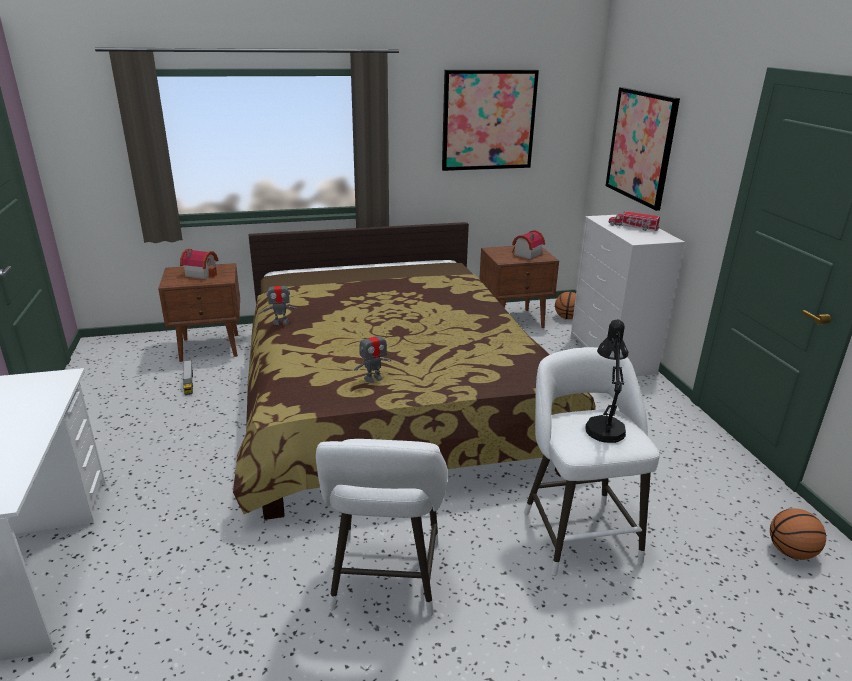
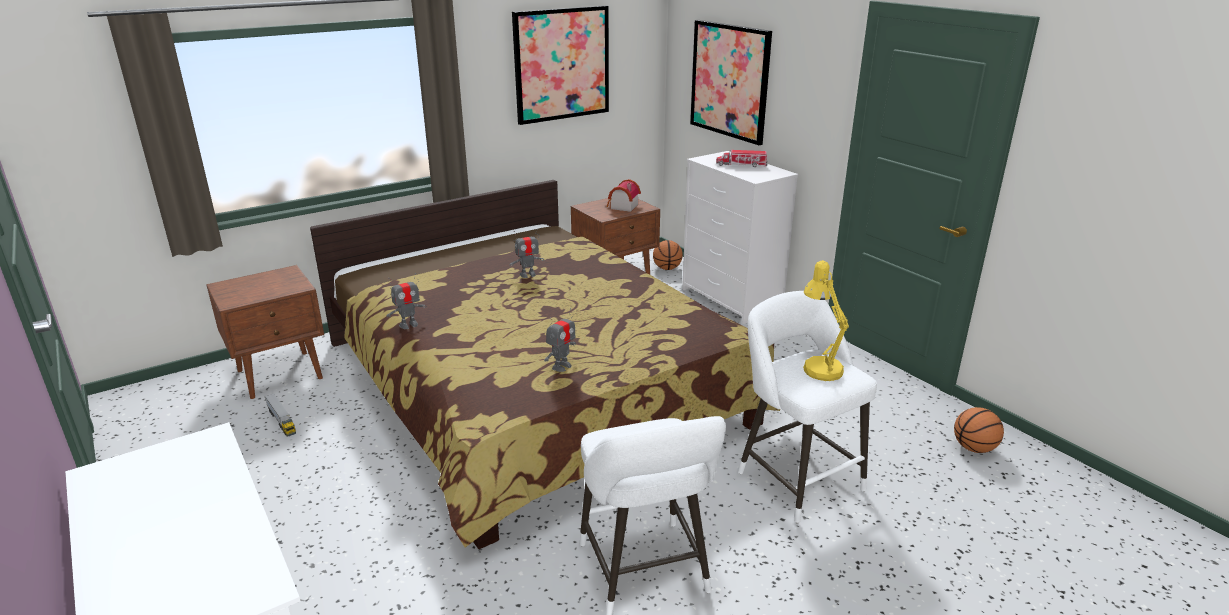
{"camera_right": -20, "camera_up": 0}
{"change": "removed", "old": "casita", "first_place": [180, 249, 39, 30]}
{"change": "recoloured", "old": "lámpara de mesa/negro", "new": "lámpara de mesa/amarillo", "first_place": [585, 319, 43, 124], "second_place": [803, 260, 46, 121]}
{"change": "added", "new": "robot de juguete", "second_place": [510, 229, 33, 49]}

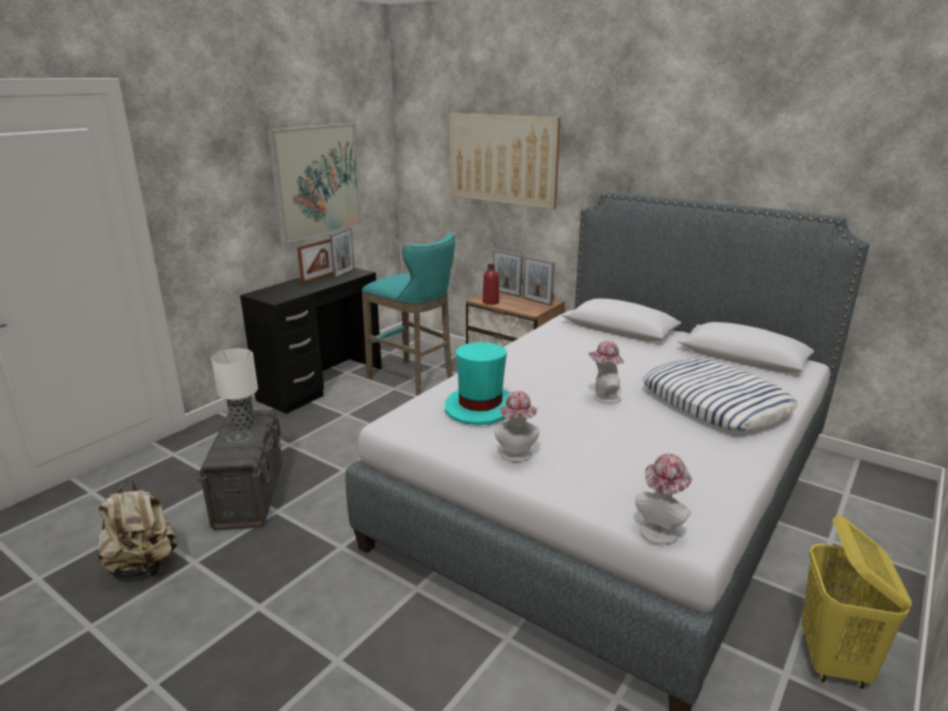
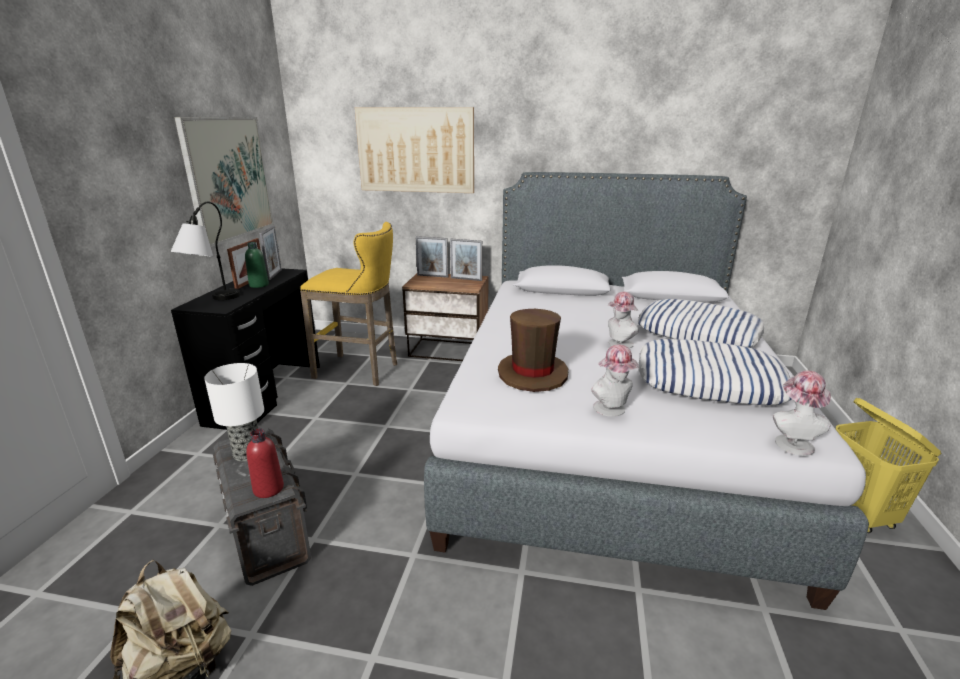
{"camera_right": -25, "camera_up": 0}
{"change": "recoloured", "old": "taburete/turquesa", "new": "taburete/amarillo", "first_place": [362, 233, 93, 163], "second_place": [300, 222, 97, 164]}
{"change": "moved", "old": "botella/rojo", "first_place": [483, 264, 16, 41], "second_place": [246, 429, 38, 69]}
{"change": "recoloured", "old": "sombrero/turquesa", "new": "sombrero/marrón", "first_place": [445, 342, 65, 83], "second_place": [498, 309, 70, 83]}
{"change": "added", "new": "lámpara de mesa", "second_place": [170, 201, 70, 99]}
{"change": "added", "new": "botella/verde", "second_place": [245, 242, 24, 46]}
{"change": "added", "new": "cojín", "second_place": [639, 339, 152, 66]}

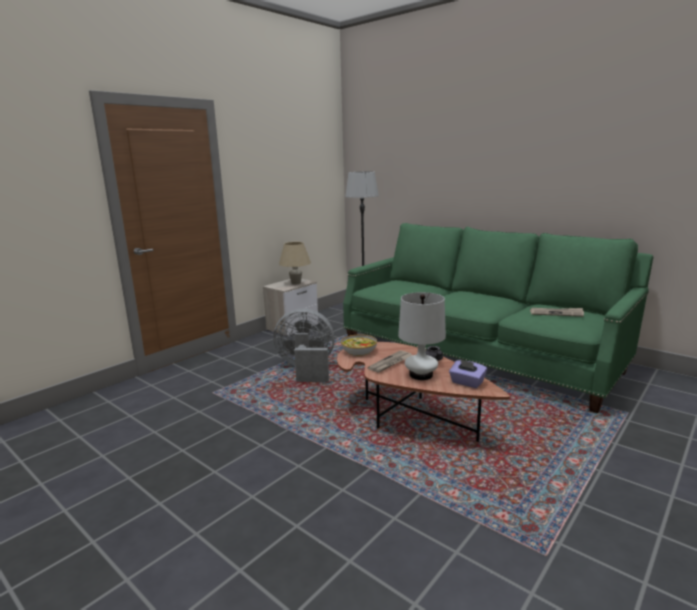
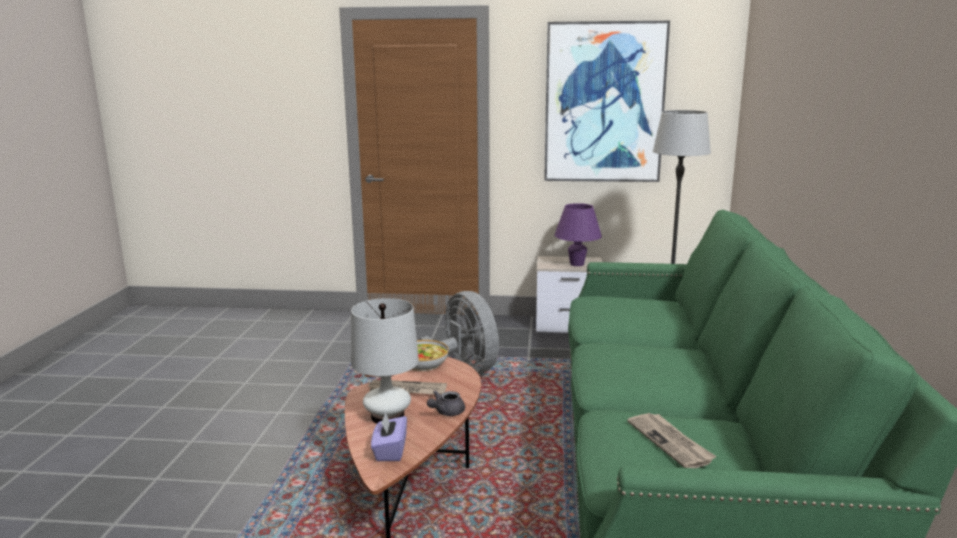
{"camera_right": 55, "camera_up": 0}
{"change": "recoloured", "old": "lámpara de mesa/beis", "new": "lámpara de mesa/morado", "first_place": [279, 242, 32, 42], "second_place": [555, 203, 47, 63]}
{"change": "added", "new": "cuadro", "second_place": [544, 21, 126, 161]}

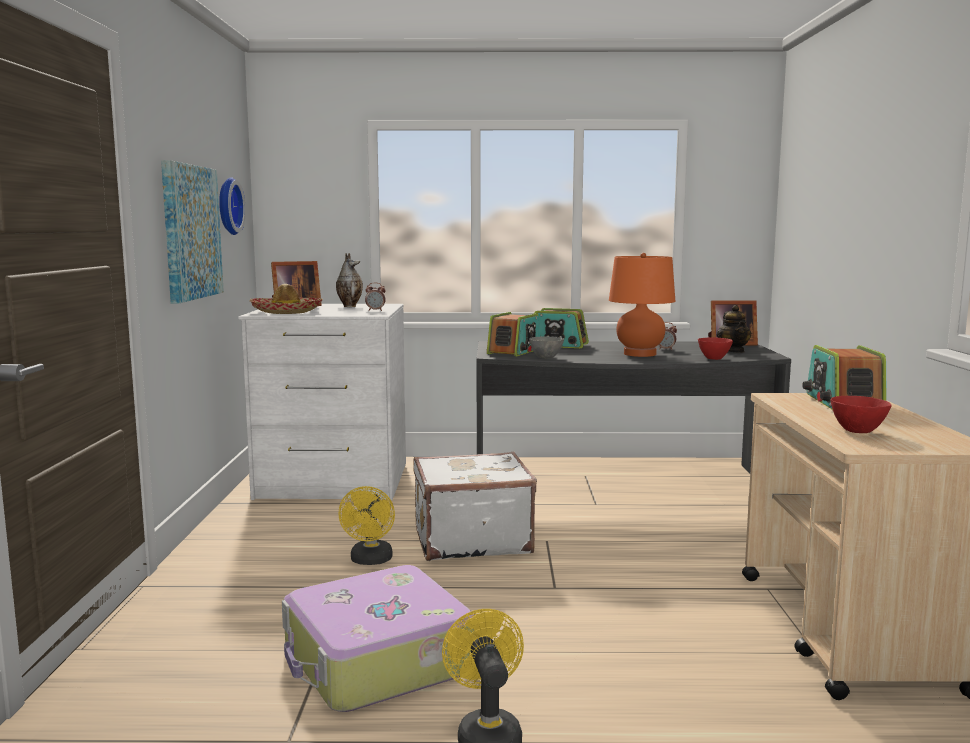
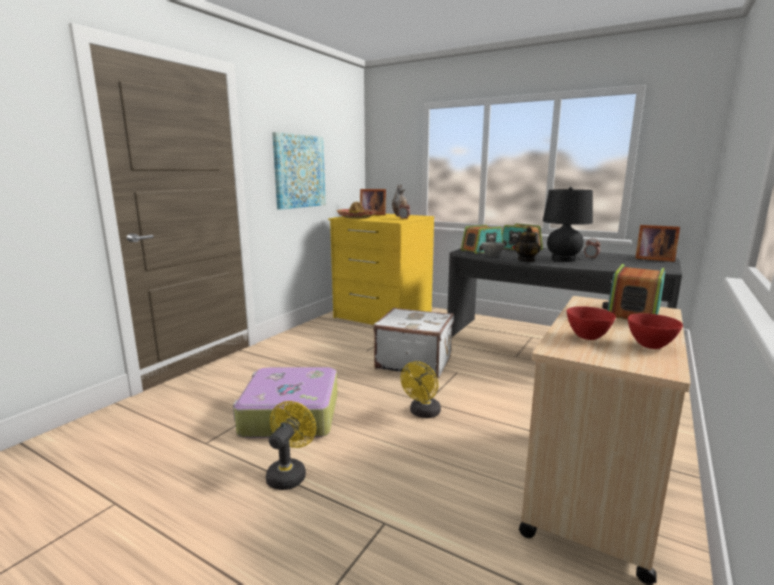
{"camera_right": 30, "camera_up": 5}
{"change": "removed", "old": "reloj de pared", "first_place": [219, 177, 27, 58]}
{"change": "recoloured", "old": "lámpara de mesa/naranja", "new": "lámpara de mesa/negro", "first_place": [609, 253, 66, 104], "second_place": [543, 187, 50, 75]}
{"change": "recoloured", "old": "cómoda/blanco", "new": "cómoda/amarillo", "first_place": [238, 304, 168, 197], "second_place": [328, 214, 106, 111]}
{"change": "moved", "old": "tetera", "first_place": [717, 305, 35, 48], "second_place": [514, 227, 27, 35]}
{"change": "moved", "old": "cuenco/rojo", "first_place": [698, 337, 35, 23], "second_place": [628, 313, 55, 36]}
{"change": "moved", "old": "ventilador/amarillo", "first_place": [338, 486, 57, 79], "second_place": [401, 361, 40, 57]}

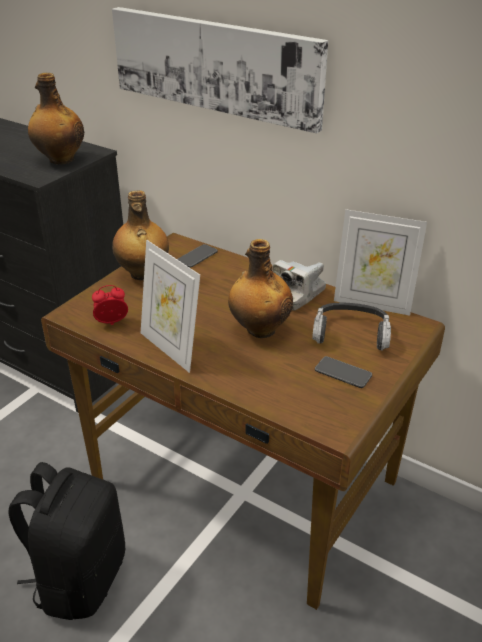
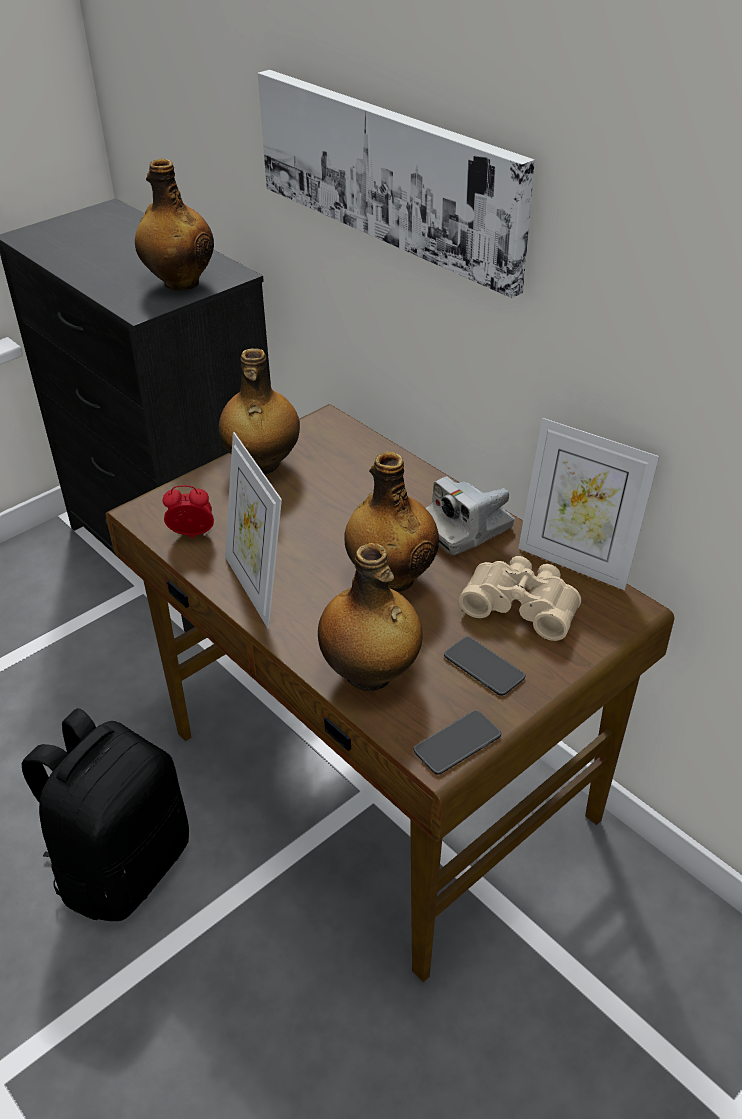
{"camera_right": 15, "camera_up": 5}
{"change": "moved", "old": "móvil", "first_place": [177, 244, 41, 24], "second_place": [414, 710, 87, 65]}
{"change": "replaced", "old": "auriculares", "new": "prismáticos/beis", "first_place": [312, 303, 79, 47], "second_place": [459, 556, 122, 85]}
{"change": "added", "new": "botella", "second_place": [318, 543, 104, 148]}

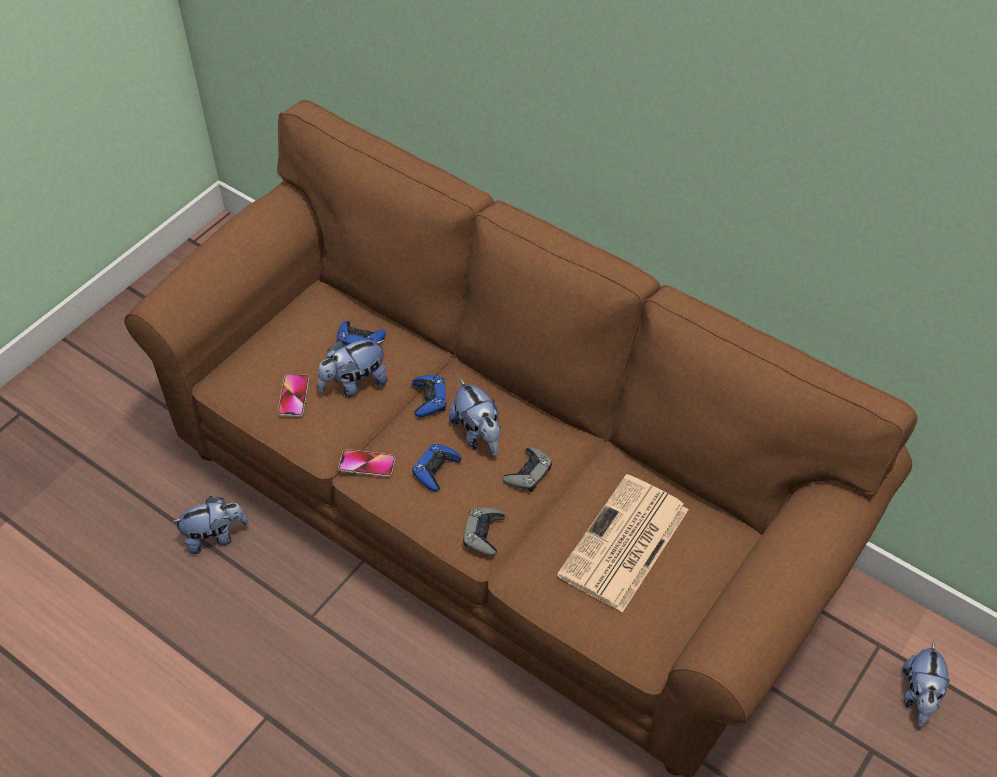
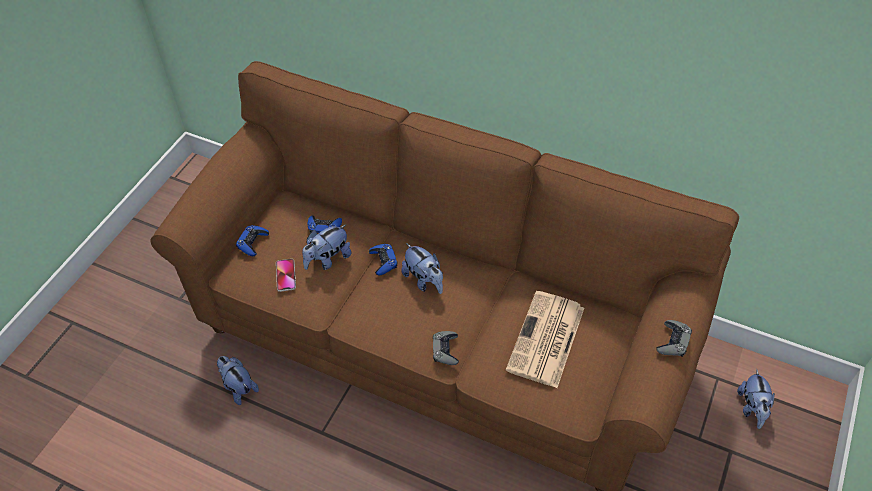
{"camera_right": -10, "camera_up": 0}
{"change": "moved", "old": "mando de consola/azul", "first_place": [412, 444, 50, 47], "second_place": [236, 225, 33, 31]}
{"change": "moved", "old": "mando de consola/gris", "first_place": [503, 447, 49, 45], "second_place": [656, 320, 36, 37]}
{"change": "removed", "old": "móvil", "first_place": [338, 449, 57, 28]}
{"change": "turned", "old": "peluche", "first_place": [172, 496, 77, 58], "second_place": [217, 356, 42, 49], "degrees": -105}

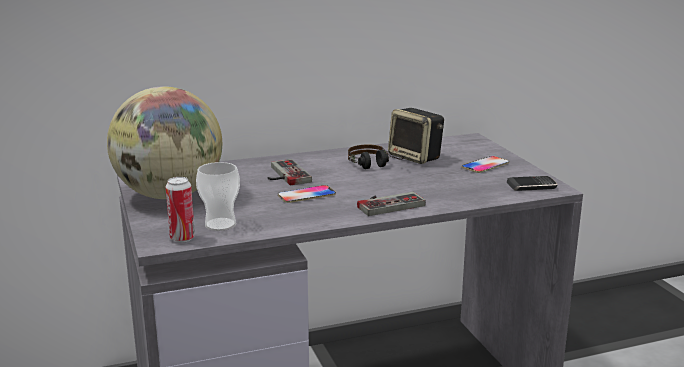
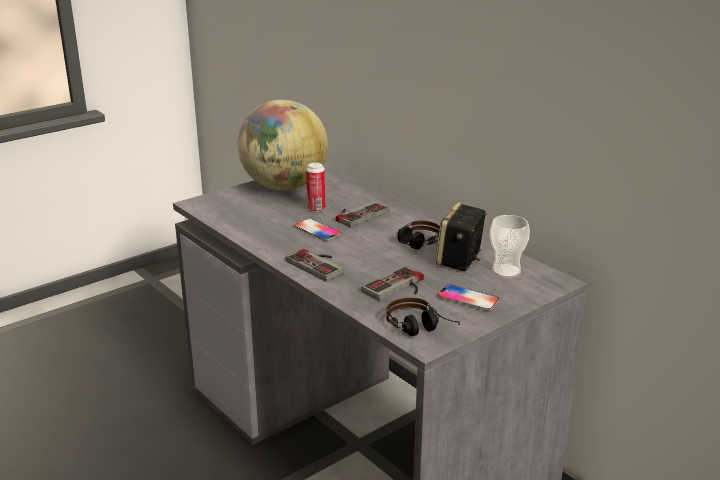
{"camera_right": 70, "camera_up": 5}
{"change": "moved", "old": "taza", "first_place": [196, 162, 44, 69], "second_place": [490, 215, 40, 63]}
{"change": "replaced", "old": "móvil", "new": "auriculares", "first_place": [507, 176, 50, 15], "second_place": [386, 297, 74, 39]}
{"change": "moved", "old": "lata", "first_place": [166, 177, 29, 65], "second_place": [306, 162, 20, 50]}
{"change": "added", "new": "mando de consola", "second_place": [361, 266, 63, 35]}

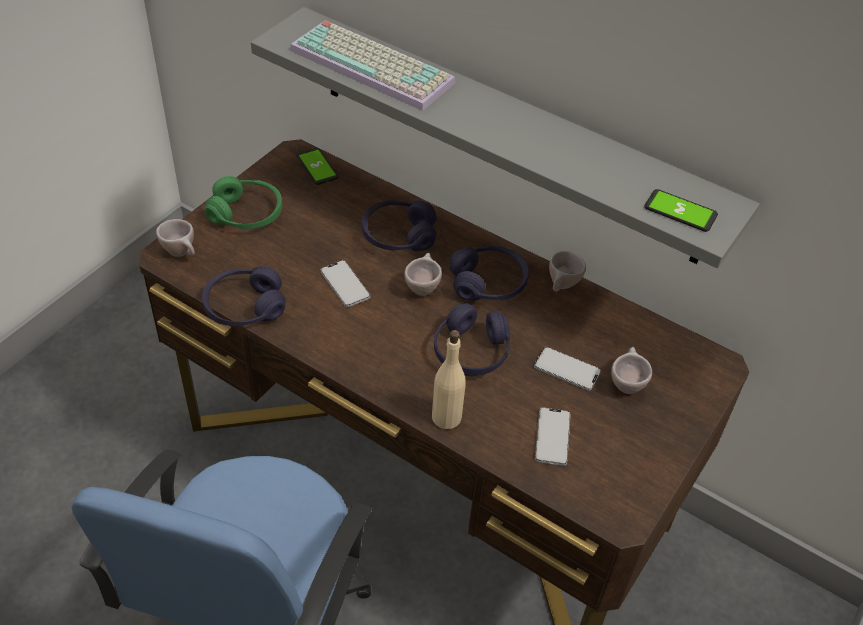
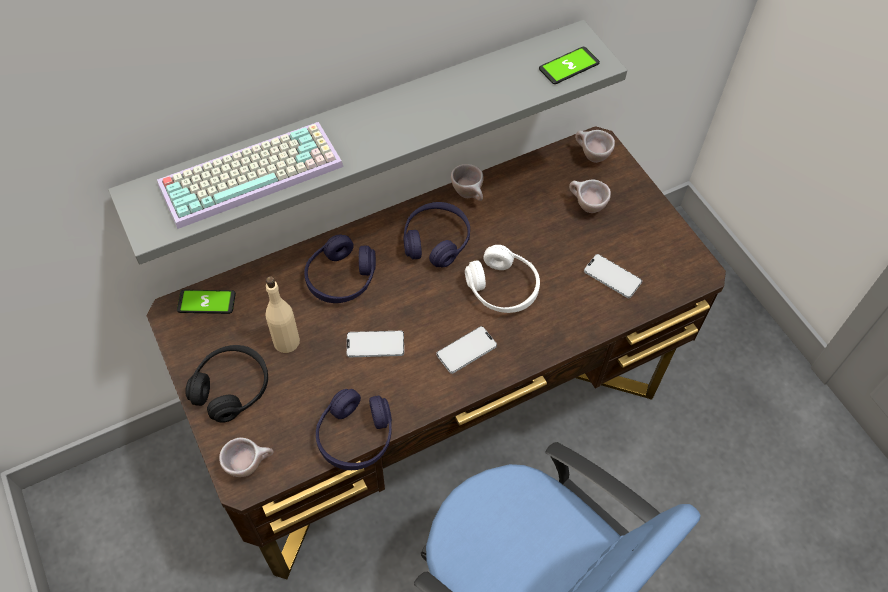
{"camera_right": -60, "camera_up": 10}
{"change": "recoloured", "old": "auriculares/verde", "new": "auriculares/negro", "first_place": [205, 176, 77, 53], "second_place": [185, 345, 83, 78]}
{"change": "moved", "old": "taza/beis", "first_place": [404, 253, 38, 43], "second_place": [575, 130, 40, 33]}
{"change": "recoloured", "old": "auriculares/morado", "new": "auriculares/blanco", "first_place": [434, 303, 76, 73], "second_place": [465, 245, 75, 68]}
{"change": "moved", "old": "botella/beis", "first_place": [432, 330, 34, 99], "second_place": [265, 276, 35, 77]}
{"change": "moved", "old": "móvil", "first_place": [534, 347, 67, 44], "second_place": [436, 326, 61, 48]}

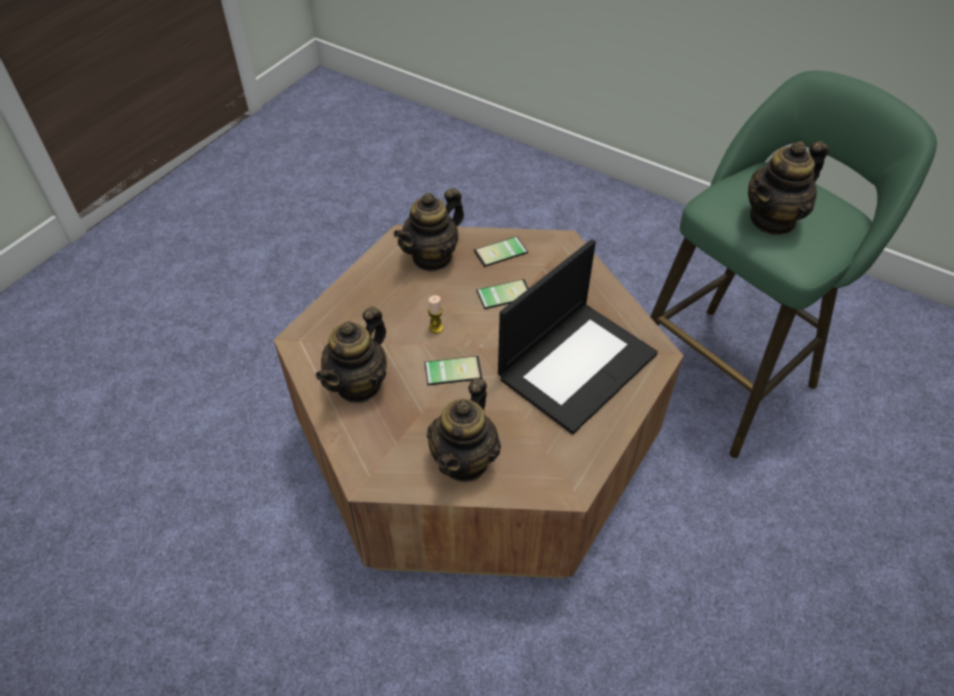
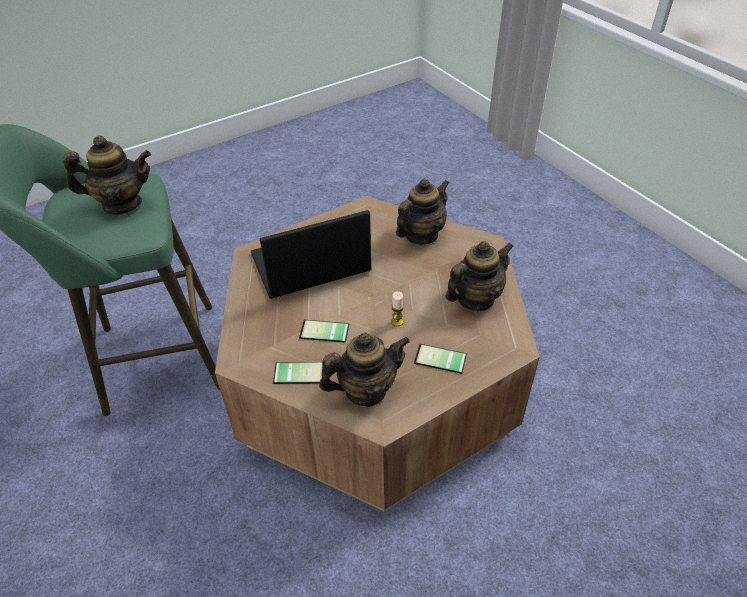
{"camera_right": -155, "camera_up": -5}
{"change": "moved", "old": "móvil", "first_place": [425, 356, 57, 29], "second_place": [414, 344, 53, 30]}

